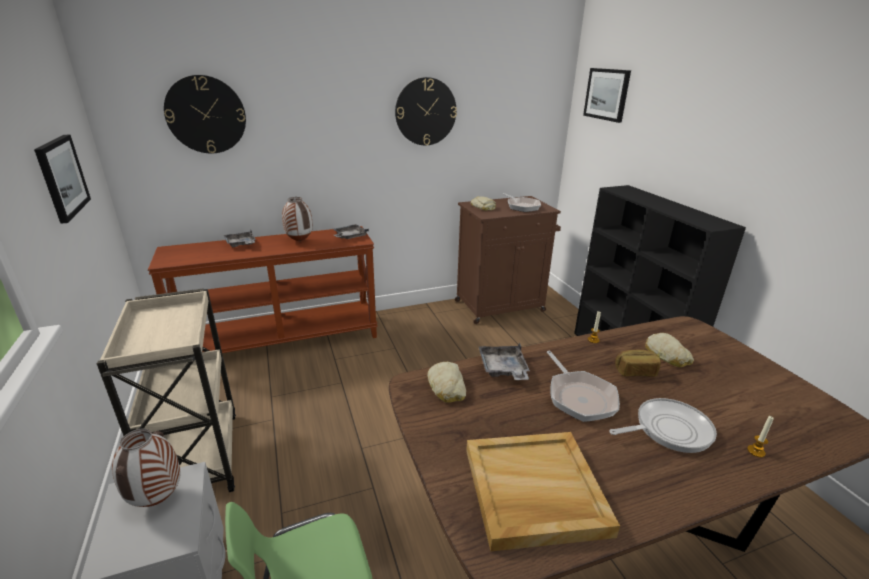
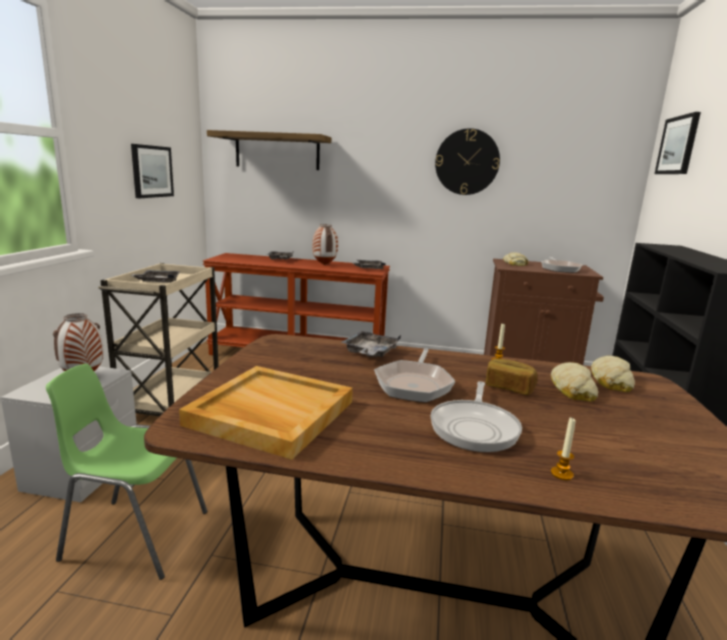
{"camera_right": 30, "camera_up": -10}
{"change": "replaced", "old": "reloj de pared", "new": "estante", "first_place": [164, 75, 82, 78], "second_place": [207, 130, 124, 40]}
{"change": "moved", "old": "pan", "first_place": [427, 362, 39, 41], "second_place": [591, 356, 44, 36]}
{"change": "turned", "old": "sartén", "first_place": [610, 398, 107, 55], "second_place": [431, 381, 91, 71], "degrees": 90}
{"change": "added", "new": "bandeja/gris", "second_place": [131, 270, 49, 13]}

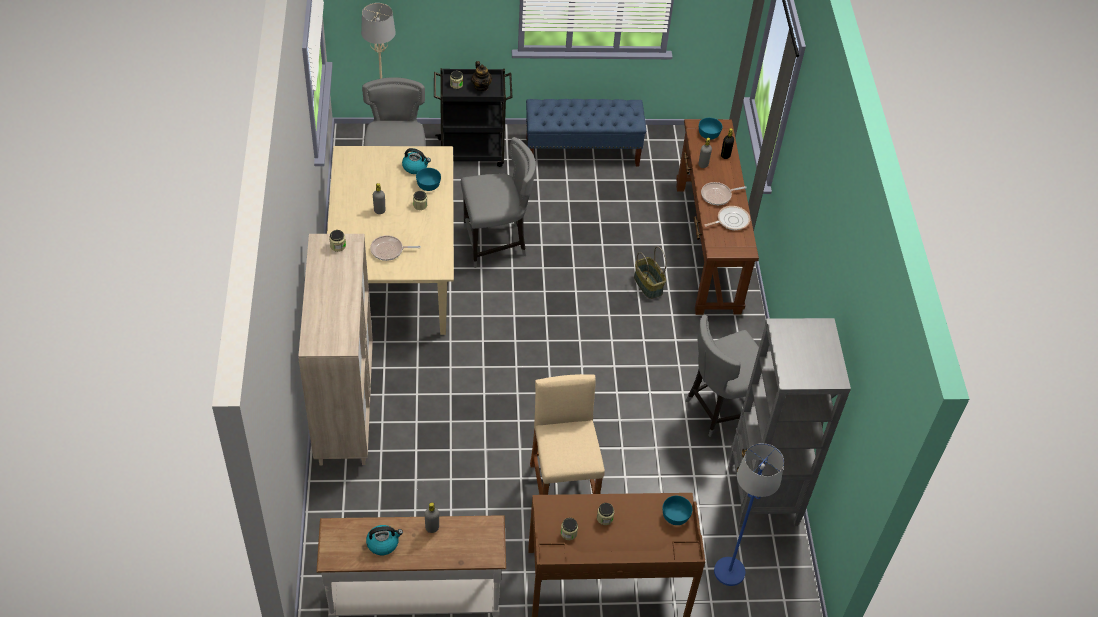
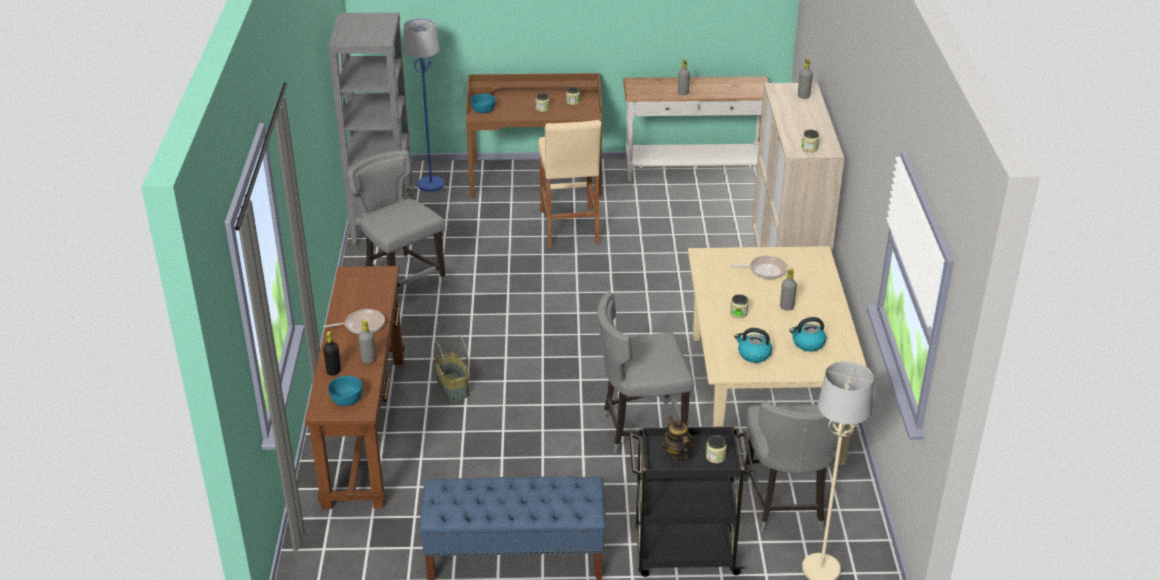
{"camera_right": -175, "camera_up": -15}
{"change": "removed", "old": "cuenco/turquesa", "first_place": [416, 168, 25, 23]}
{"change": "removed", "old": "sartén", "first_place": [704, 206, 46, 24]}
{"change": "turned", "old": "silla/gris", "first_place": [686, 315, 77, 122], "second_place": [348, 150, 98, 137], "degrees": -105}
{"change": "moved", "old": "hervidor", "first_place": [366, 525, 37, 30], "second_place": [789, 317, 37, 35]}
{"change": "added", "new": "botella/gris", "second_place": [798, 58, 15, 41]}

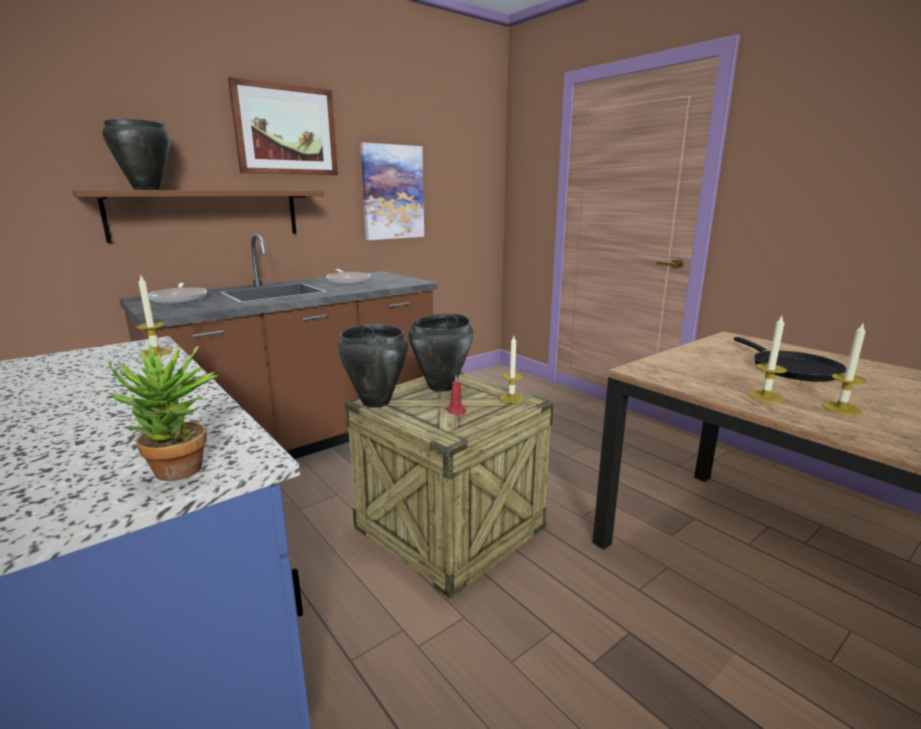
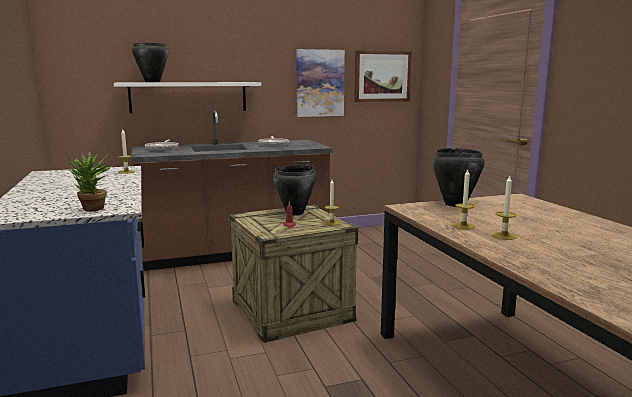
{"camera_right": 20, "camera_up": -5}
{"change": "moved", "old": "cuadro", "first_place": [228, 77, 110, 98], "second_place": [354, 50, 58, 52]}
{"change": "recoloured", "old": "estante/marrón", "new": "estante/blanco", "first_place": [72, 190, 252, 53], "second_place": [114, 82, 147, 31]}
{"change": "moved", "old": "olla/negro", "first_place": [337, 324, 71, 84], "second_place": [432, 148, 53, 59]}
{"change": "removed", "old": "sartén/negro", "first_place": [734, 337, 113, 45]}

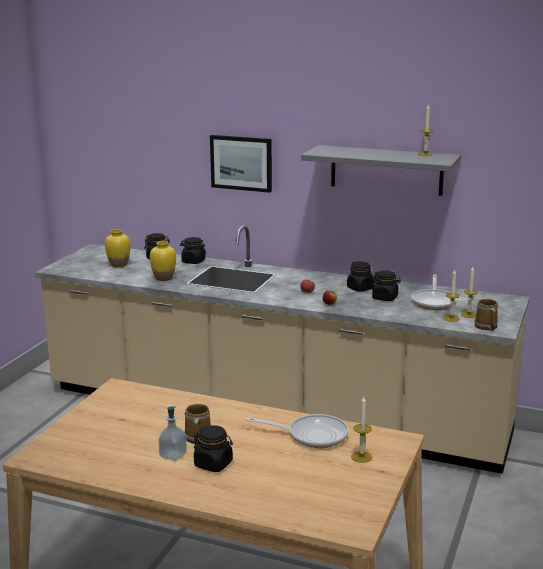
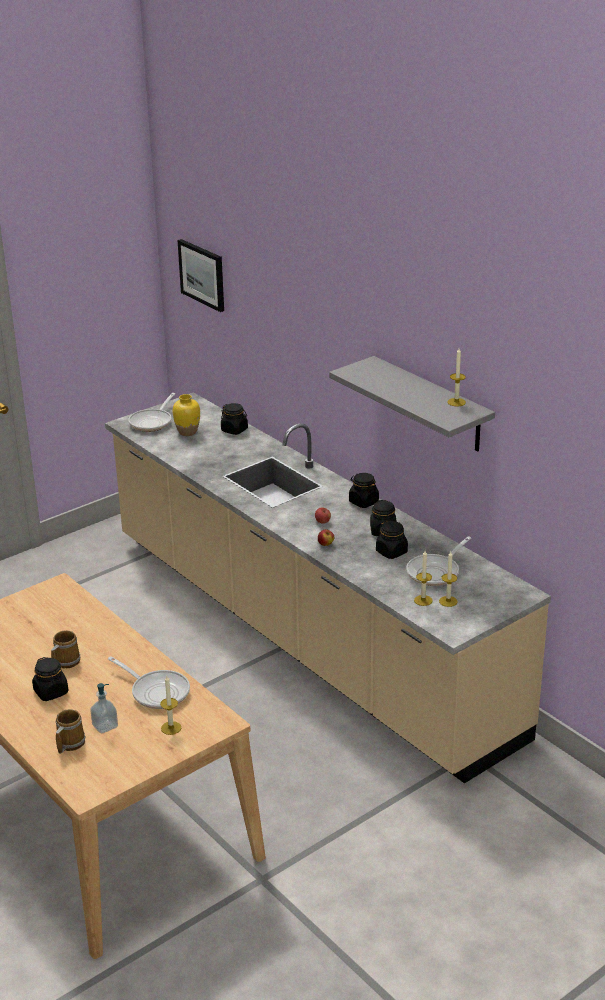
{"camera_right": 30, "camera_up": 10}
{"change": "moved", "old": "cuadro", "first_place": [210, 135, 62, 58], "second_place": [177, 239, 47, 73]}
{"change": "moved", "old": "tarro/negro", "first_place": [180, 237, 26, 27], "second_place": [349, 473, 30, 35]}
{"change": "removed", "old": "florero/amarillo", "first_place": [150, 241, 26, 40]}
{"change": "moved", "old": "taza grande", "first_place": [475, 299, 23, 31], "second_place": [56, 709, 29, 45]}
{"change": "moved", "old": "dispensador de jabón", "first_place": [159, 406, 28, 55], "second_place": [90, 683, 28, 51]}
{"change": "added", "new": "sartén", "second_place": [128, 393, 47, 39]}

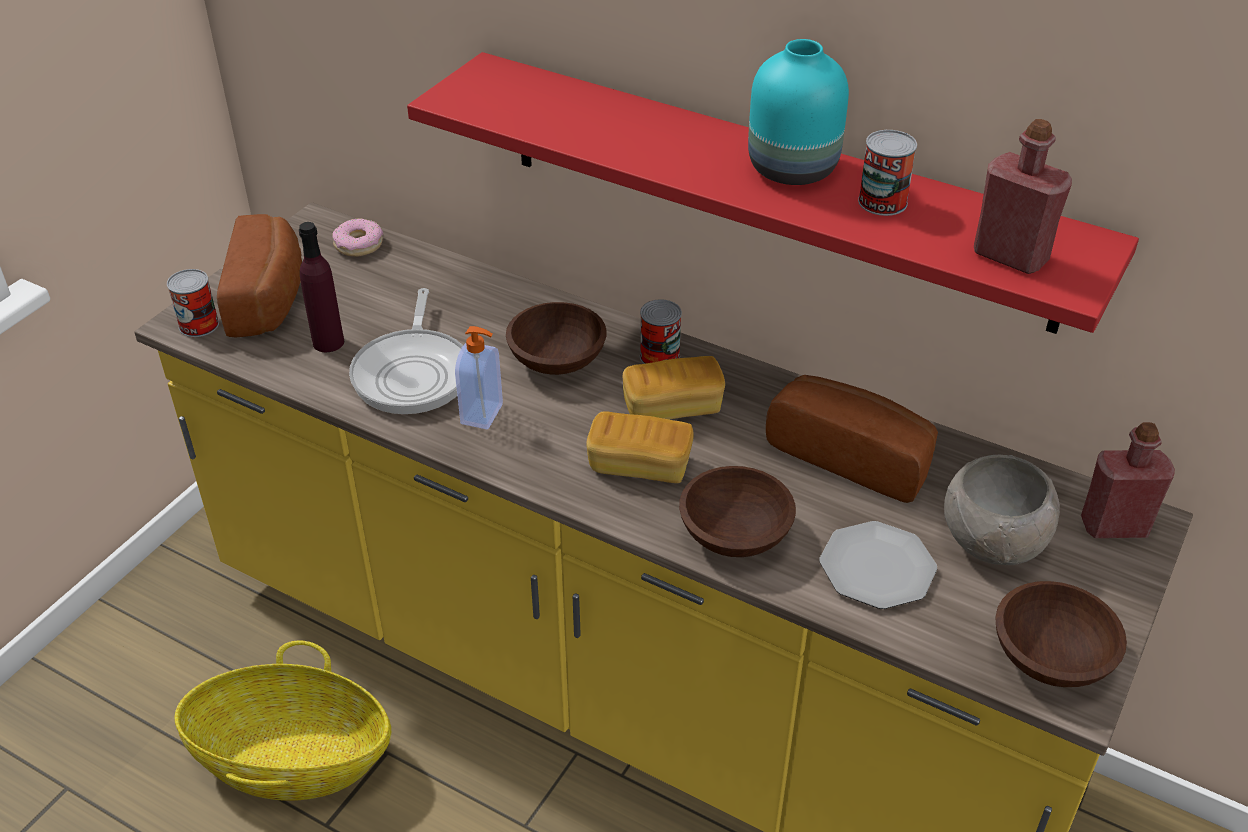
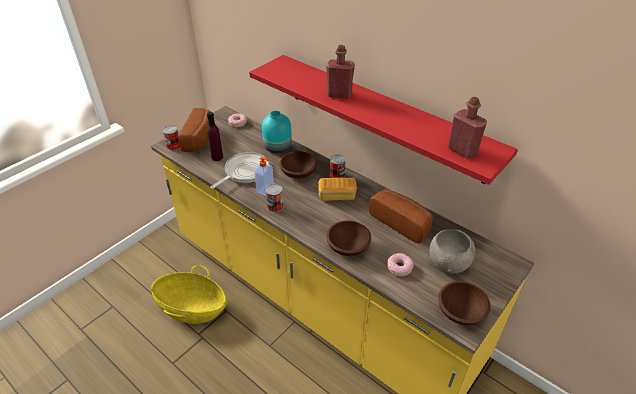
{"camera_right": 10, "camera_up": 0}
{"change": "moved", "old": "florero/turquesa", "first_place": [748, 39, 101, 146], "second_place": [262, 111, 30, 42]}
{"change": "moved", "old": "lata", "first_place": [858, 130, 59, 86], "second_place": [265, 184, 19, 28]}
{"change": "turned", "old": "sartén", "first_place": [349, 288, 114, 126], "second_place": [210, 152, 59, 37], "degrees": -150}
{"change": "removed", "old": "pan", "first_place": [586, 412, 108, 71]}
{"change": "moved", "old": "botella/rojo", "first_place": [1081, 422, 94, 116], "second_place": [326, 45, 29, 53]}
{"change": "replaced", "old": "plato", "new": "rosquilla", "first_place": [819, 521, 118, 88], "second_place": [387, 253, 26, 24]}

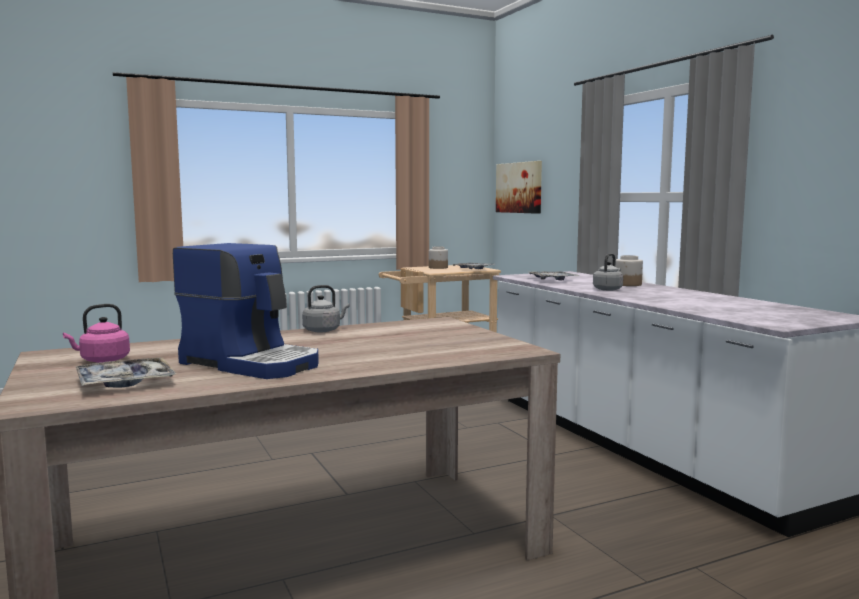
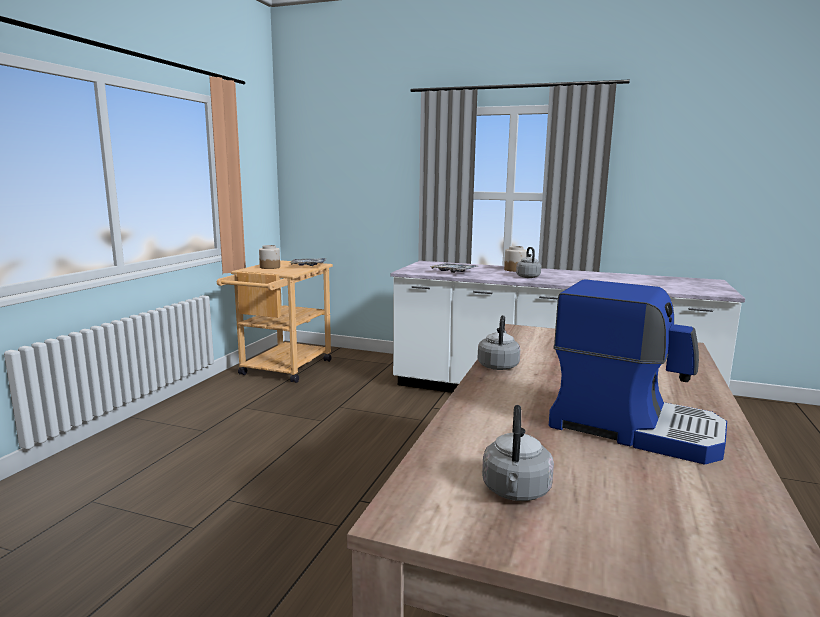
{"camera_right": -45, "camera_up": 5}
{"change": "removed", "old": "cuadro", "first_place": [496, 161, 46, 53]}
{"change": "turned", "old": "cafetera", "first_place": [173, 243, 146, 136], "second_place": [549, 279, 178, 185], "degrees": 45}
{"change": "recoloured", "old": "hervidor/rosa", "new": "hervidor/gris", "first_place": [63, 304, 67, 59], "second_place": [482, 405, 72, 96]}
{"change": "removed", "old": "bandeja", "first_place": [75, 357, 102, 31]}

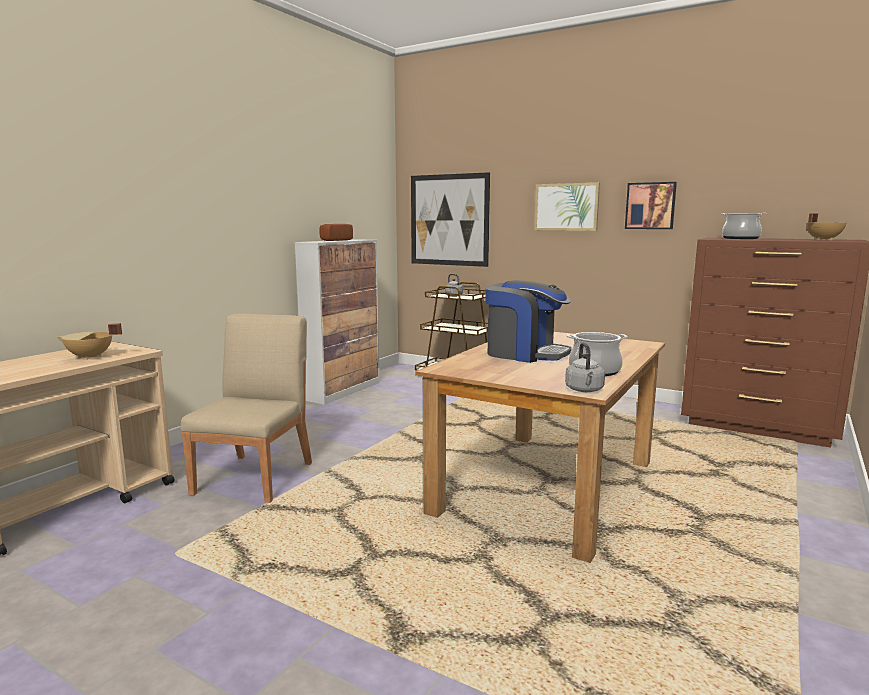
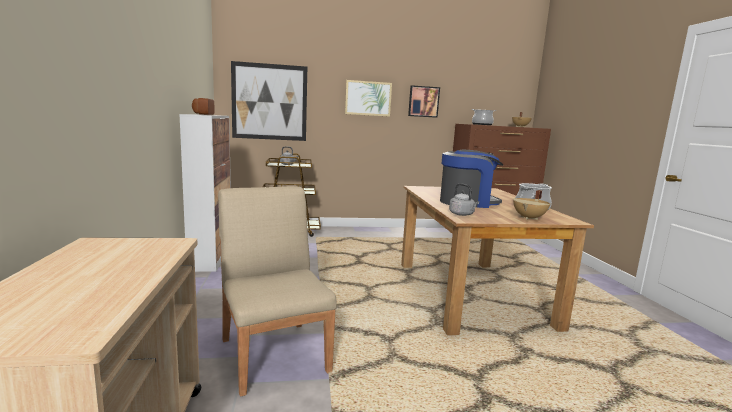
{"camera_right": -40, "camera_up": 0}
{"change": "moved", "old": "olla/beis", "first_place": [57, 323, 65, 37], "second_place": [513, 190, 37, 30]}
{"change": "moved", "old": "hervidor/gris", "first_place": [565, 342, 40, 50], "second_place": [449, 183, 30, 33]}

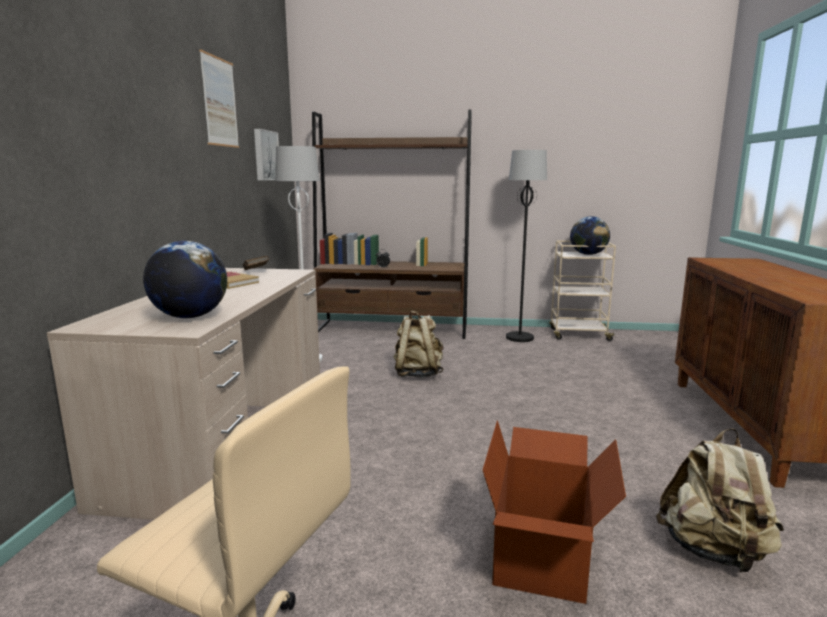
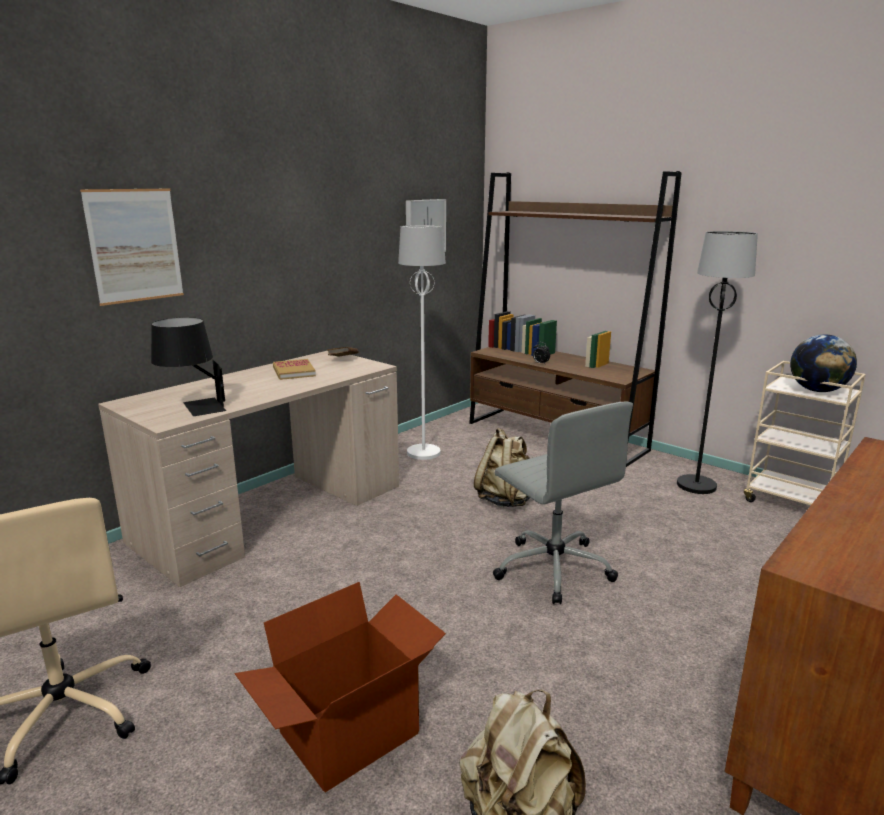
{"camera_right": 35, "camera_up": 5}
{"change": "moved", "old": "cuadro", "first_place": [199, 49, 40, 99], "second_place": [80, 189, 104, 117]}
{"change": "replaced", "old": "globo terráqueo", "new": "lámpara de mesa/negro", "first_place": [143, 241, 84, 77], "second_place": [151, 317, 75, 99]}
{"change": "added", "new": "silla de oficina/gris", "second_place": [493, 402, 140, 202]}

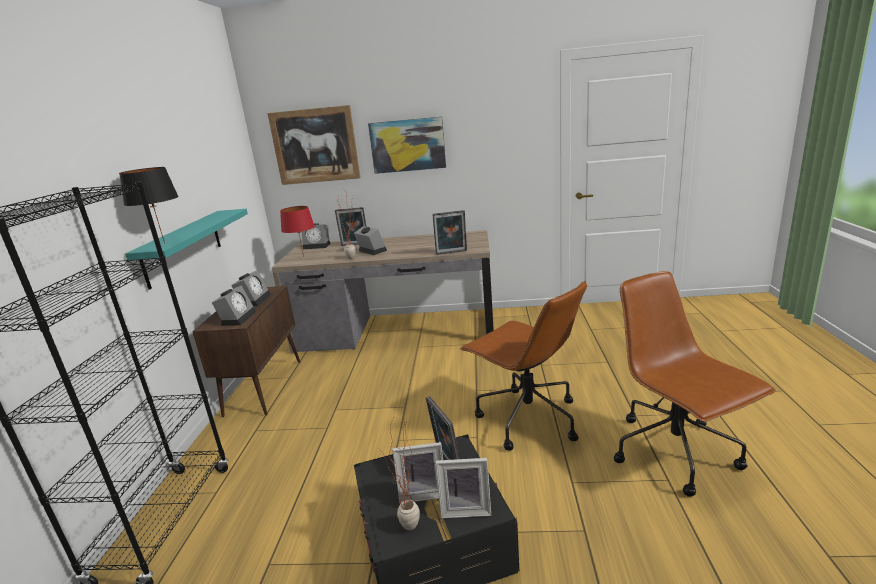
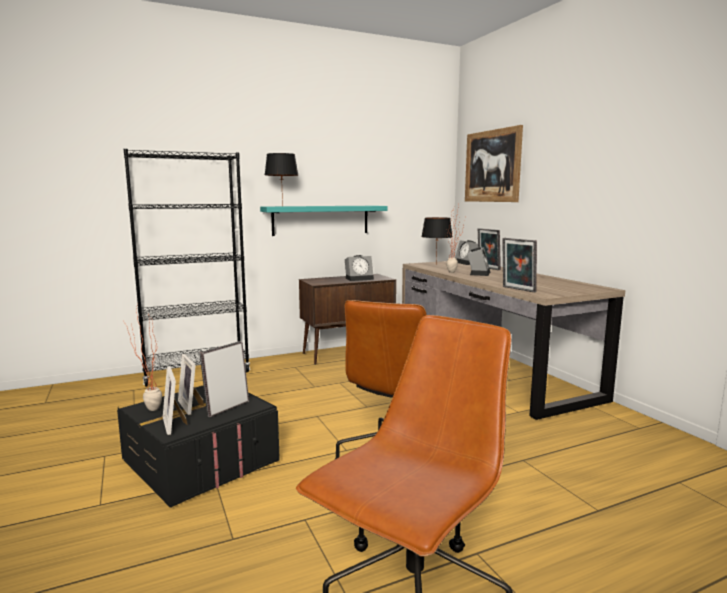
{"camera_right": 60, "camera_up": -10}
{"change": "removed", "old": "cuadro", "first_place": [368, 116, 78, 58]}
{"change": "recoloured", "old": "lámpara de mesa/rojo", "new": "lámpara de mesa/negro", "first_place": [280, 206, 35, 51], "second_place": [421, 217, 31, 45]}
{"change": "removed", "old": "despertador", "first_place": [212, 285, 44, 41]}

